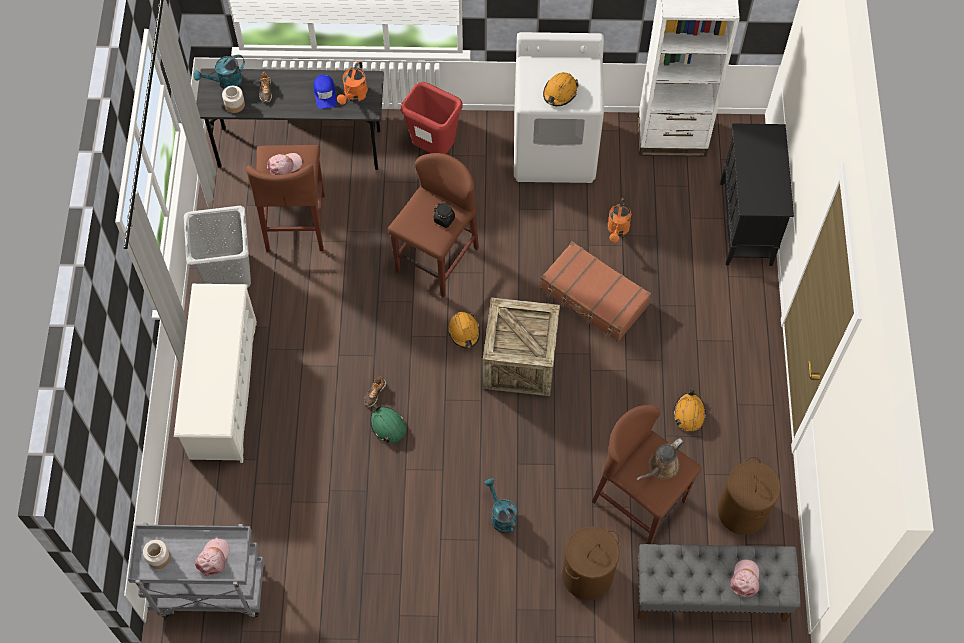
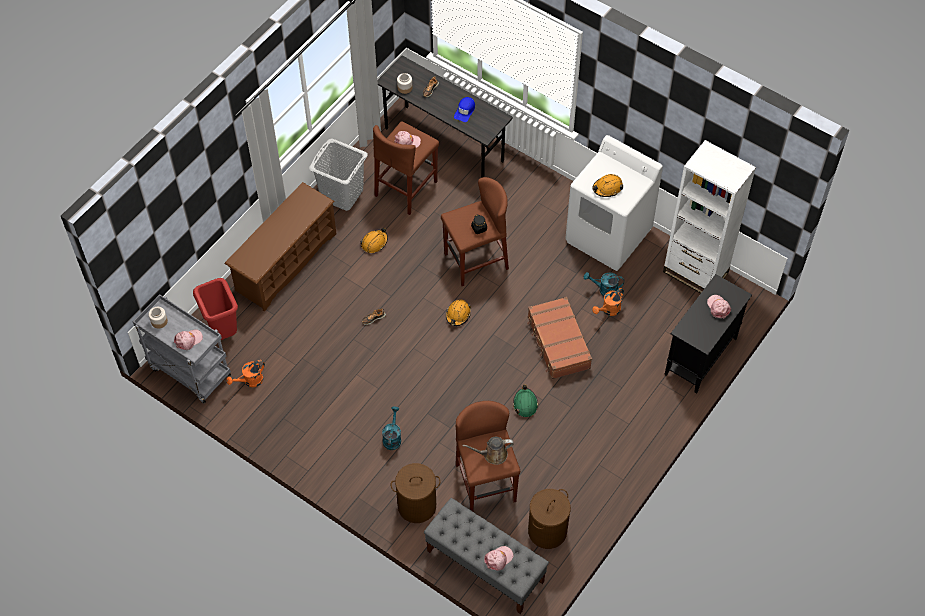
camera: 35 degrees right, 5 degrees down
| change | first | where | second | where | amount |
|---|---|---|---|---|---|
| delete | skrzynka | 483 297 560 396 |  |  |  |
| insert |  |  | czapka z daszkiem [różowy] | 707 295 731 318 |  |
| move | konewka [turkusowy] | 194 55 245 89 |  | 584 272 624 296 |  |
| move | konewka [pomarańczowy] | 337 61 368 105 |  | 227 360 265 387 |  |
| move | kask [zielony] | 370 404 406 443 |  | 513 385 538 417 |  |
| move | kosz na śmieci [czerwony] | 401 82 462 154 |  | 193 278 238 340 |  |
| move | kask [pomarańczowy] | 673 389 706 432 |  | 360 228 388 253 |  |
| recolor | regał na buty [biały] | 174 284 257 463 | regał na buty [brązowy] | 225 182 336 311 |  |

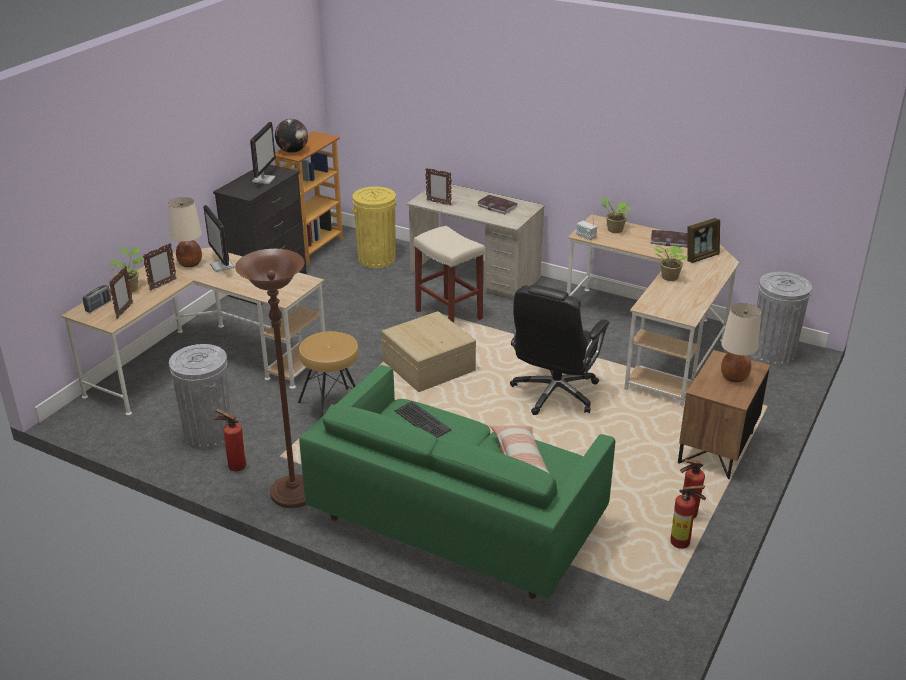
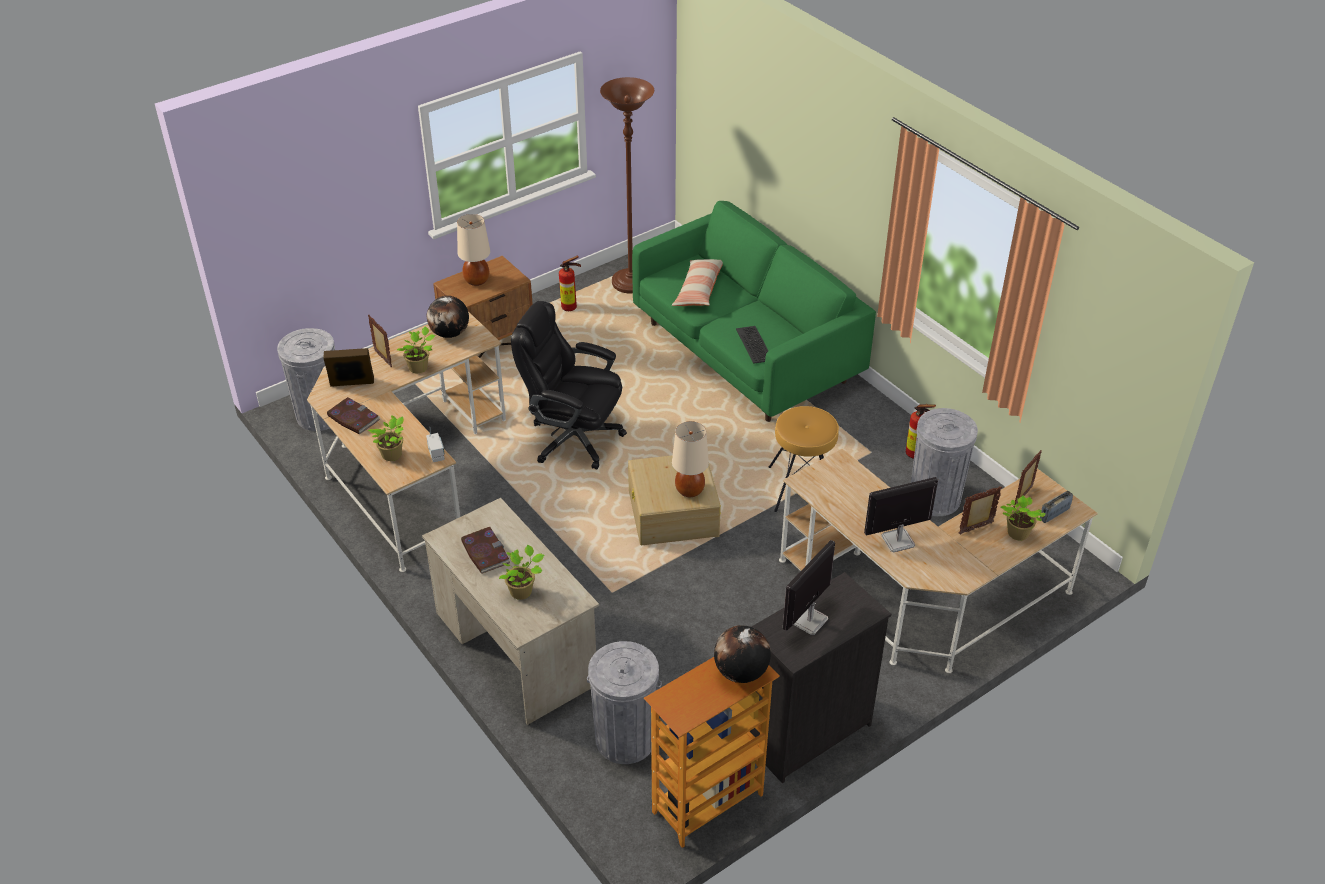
camera: 155 degrees left, 10 degrees up
| change | first | where | second | where | amount |
|---|---|---|---|---|---|
| delete | stołek [beżowy] | 414 226 485 323 |  |  |  |
| delete | gaśnica | 670 485 706 549 |  |  |  |
| insert |  |  | globus | 427 296 469 338 |  |
| insert |  |  | roślina doniczkowa | 499 545 544 600 |  |
| move | lampa stołowa [beżowy] | 168 197 202 267 |  | 672 421 709 497 |  |
| move | lampa stojąca [brązowy] | 235 249 307 508 |  | 600 77 654 294 |  |
| move | ramka na zdjęcie | 425 168 452 206 |  | 368 315 392 367 |  |
| recolor | kosz na śmieci [żółty] | 352 186 397 268 | kosz na śmieci [szary] | 587 641 662 764 |  |
| rotate | monitor | 204 205 235 272 |  | 864 477 938 552 | 105 degrees counterclockwise |
| rotate | krzesło biurowe [czarny] | 510 284 609 415 |  | 511 301 627 470 | 120 degrees counterclockwise |

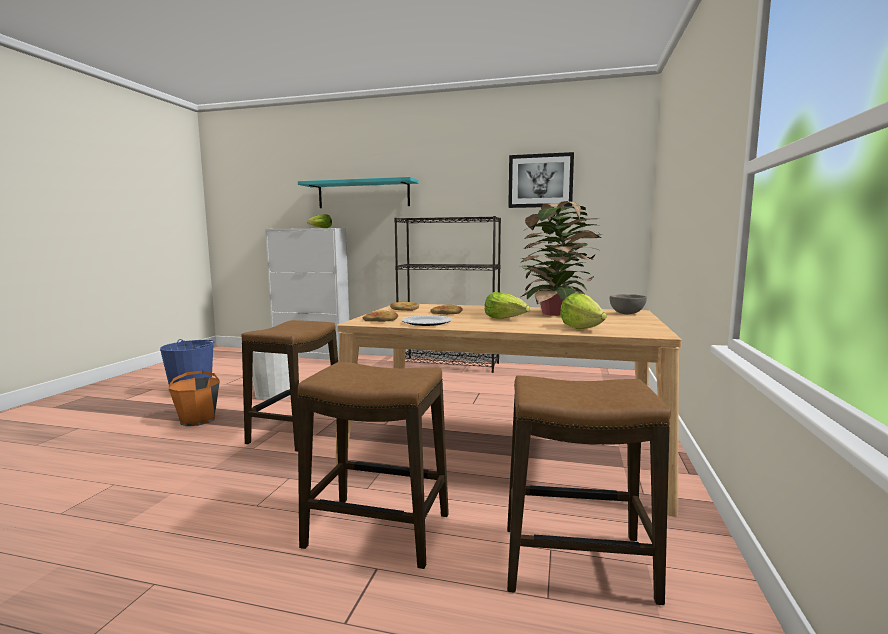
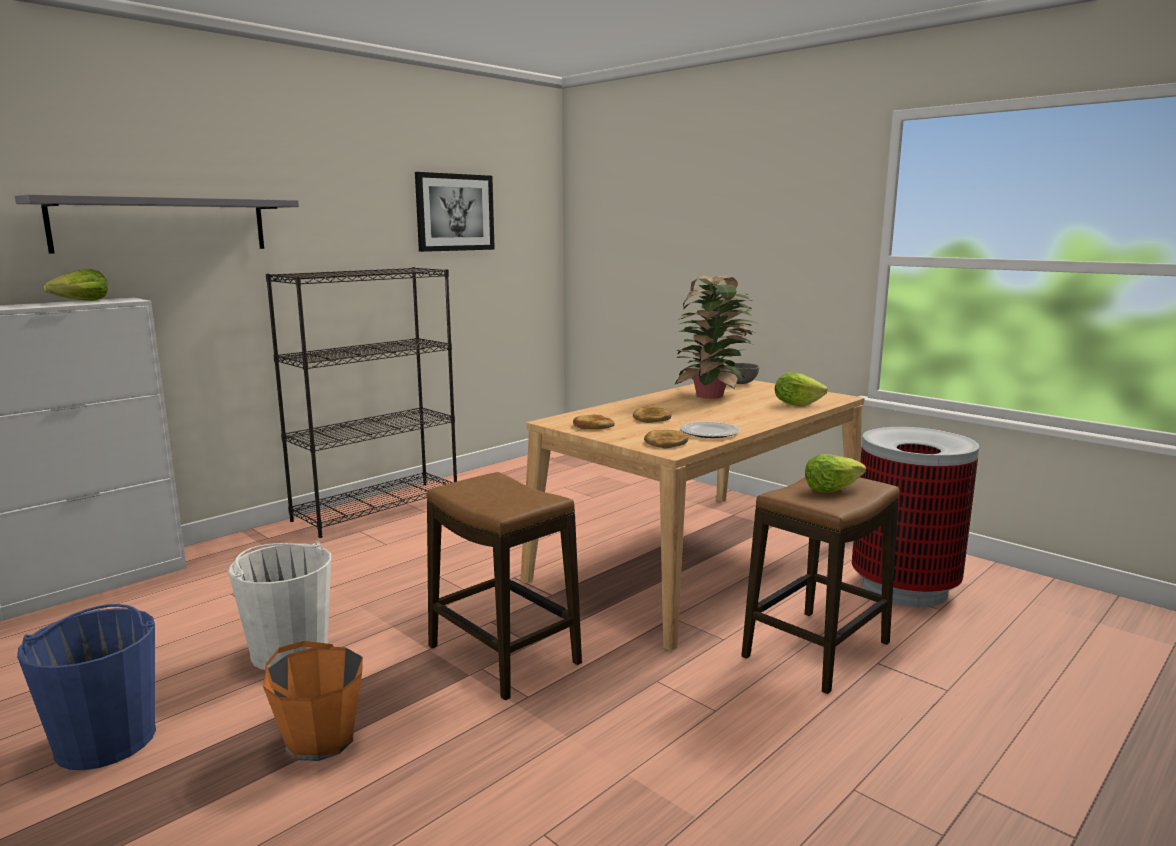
camera: 60 degrees left, 5 degrees up
| change | first | where | second | where | amount |
|---|---|---|---|---|---|
| move | sałata | 485 292 530 319 |  | 805 454 866 493 |  |
| replace | stołek | 507 376 671 605 | kosz na śmieci | 852 427 979 607 |  |
| recolor | półka [turkusowy] | 298 177 419 208 | półka [szary] | 15 194 299 254 |  |

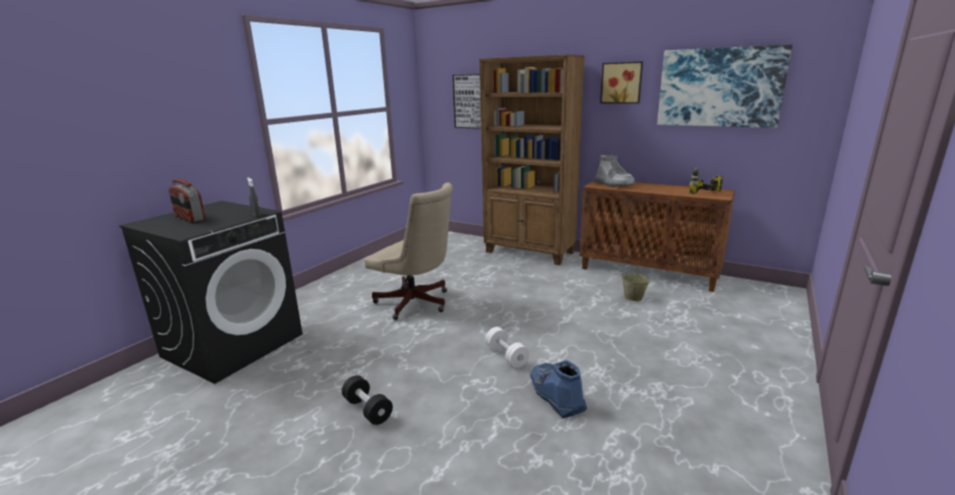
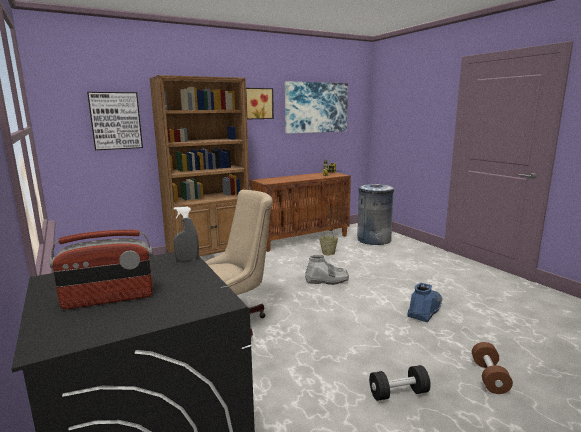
camera: 60 degrees left, 5 degrees down
| change | first | where | second | where | amount |
|---|---|---|---|---|---|
| delete | hantel [biały] | 485 327 529 368 |  |  |  |
| insert |  |  | kosz na śmieci [szary] | 357 184 394 245 |  |
| insert |  |  | hantel [brązowy] | 472 342 513 394 |  |
| move | but z cholewką [szary] | 594 155 636 187 |  | 305 255 349 285 |  |
| rotate | but z cholewką [niebieski] | 530 360 587 418 |  | 407 283 442 322 | 120 degrees clockwise |

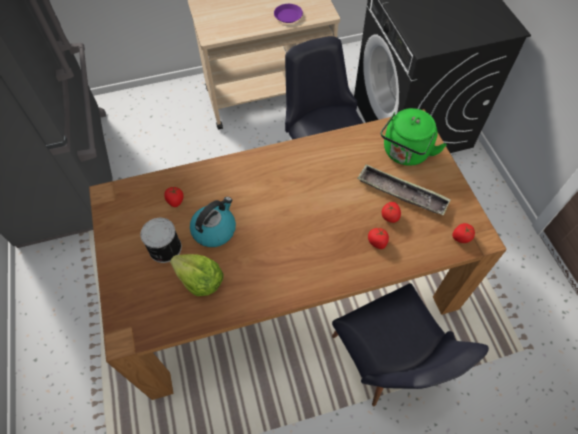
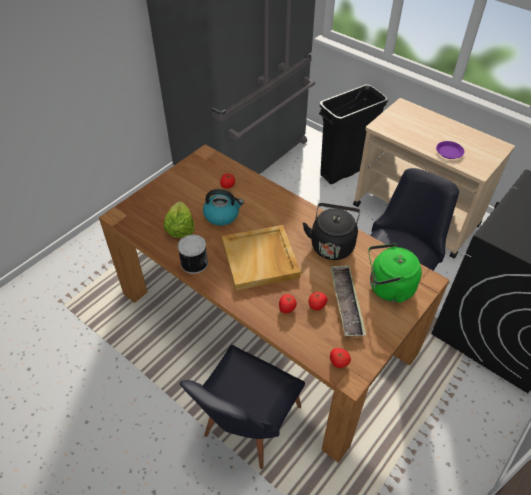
camera: 55 degrees right, 10 degrees down
| change | first | where | second | where | amount |
|---|---|---|---|---|---|
| insert |  |  | taca [beżowy] | 222 225 301 291 |  |
| insert |  |  | czajnik [czarny] | 303 203 360 260 |  |
| insert |  |  | kosz na śmieci [czarny] | 319 84 388 184 |  |
| move | puszka | 140 218 182 263 |  | 178 235 208 274 |  |

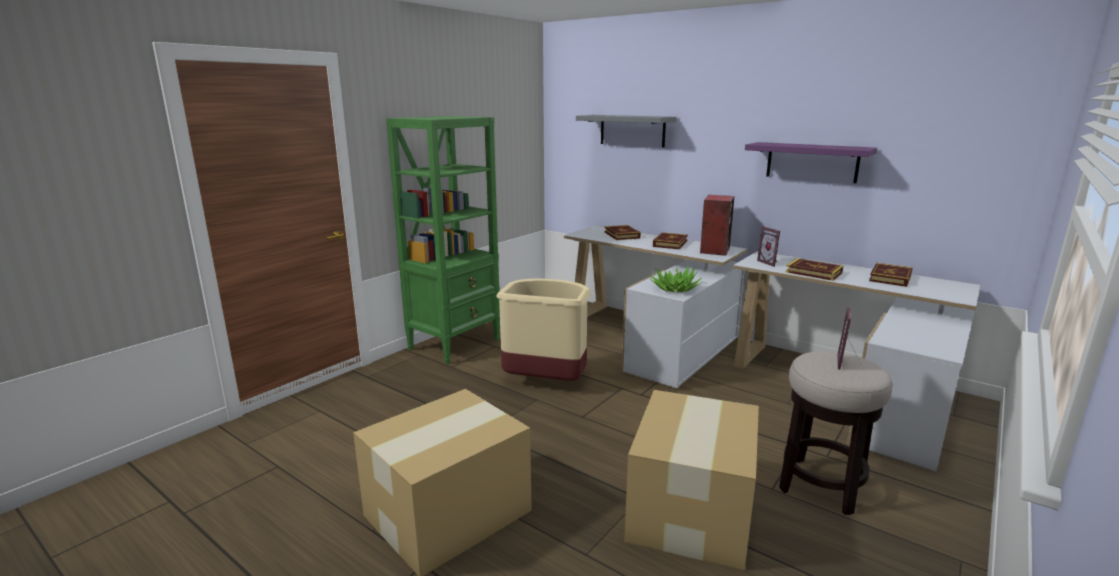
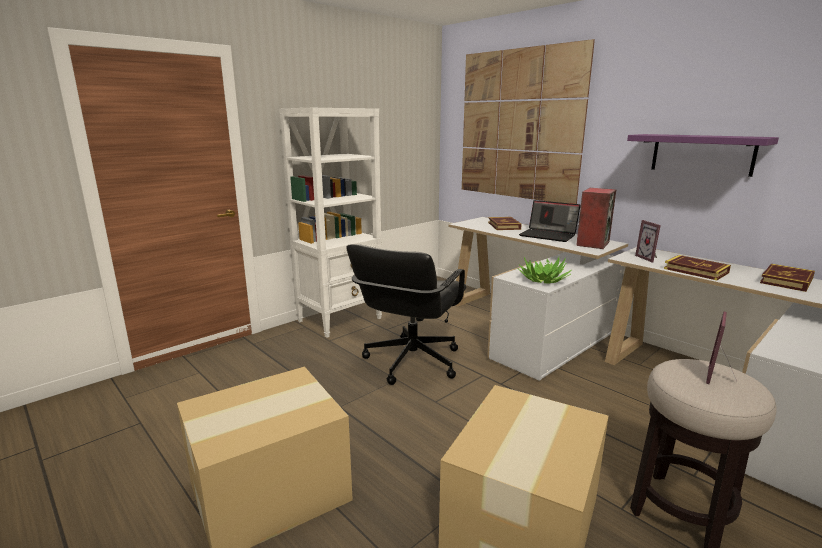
camera: 10 degrees right, 0 degrees up
| change | first | where | second | where | amount |
|---|---|---|---|---|---|
| replace | kosz na śmieci [beżowy] | 496 279 591 381 | krzesło biurowe [czarny] | 346 244 466 385 |  |
| replace | półka [szary] | 576 115 676 147 | obraz | 462 39 595 204 |  |
| replace | książka | 653 232 688 249 | laptop | 519 200 580 242 |  |
| recolor | regał [zielony] | 386 116 500 364 | regał [biały] | 279 108 382 338 |  |

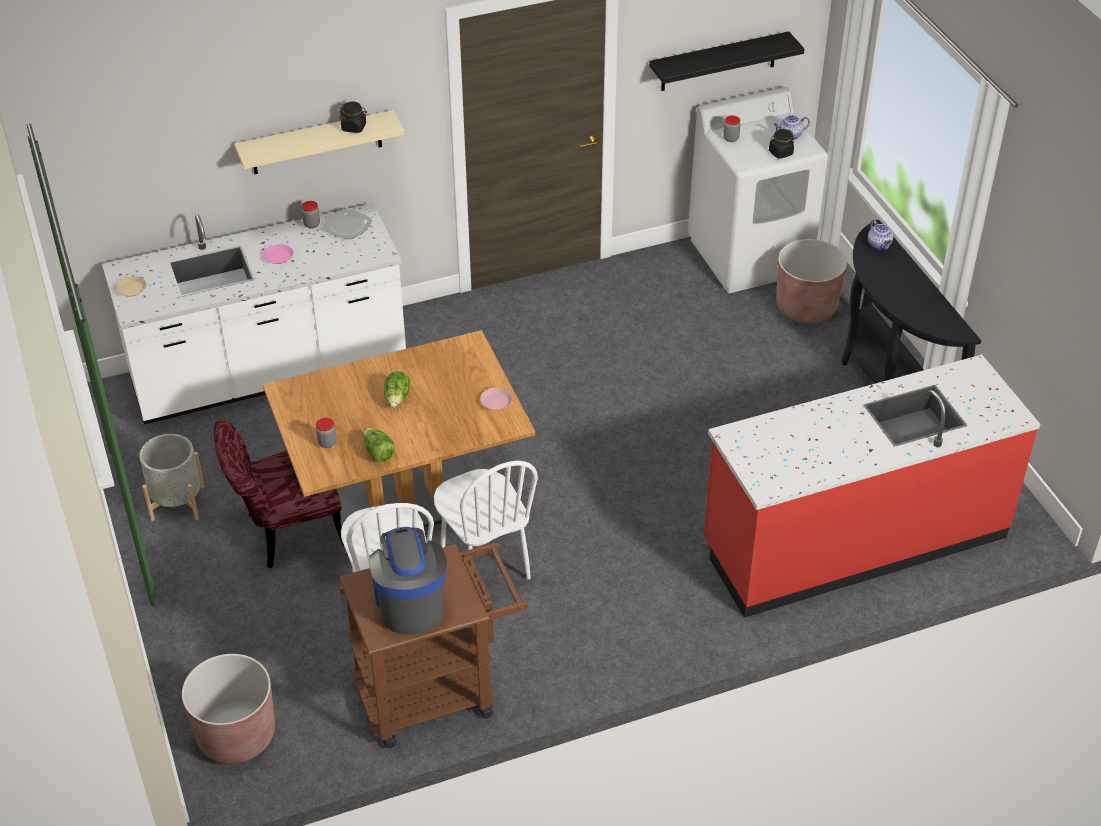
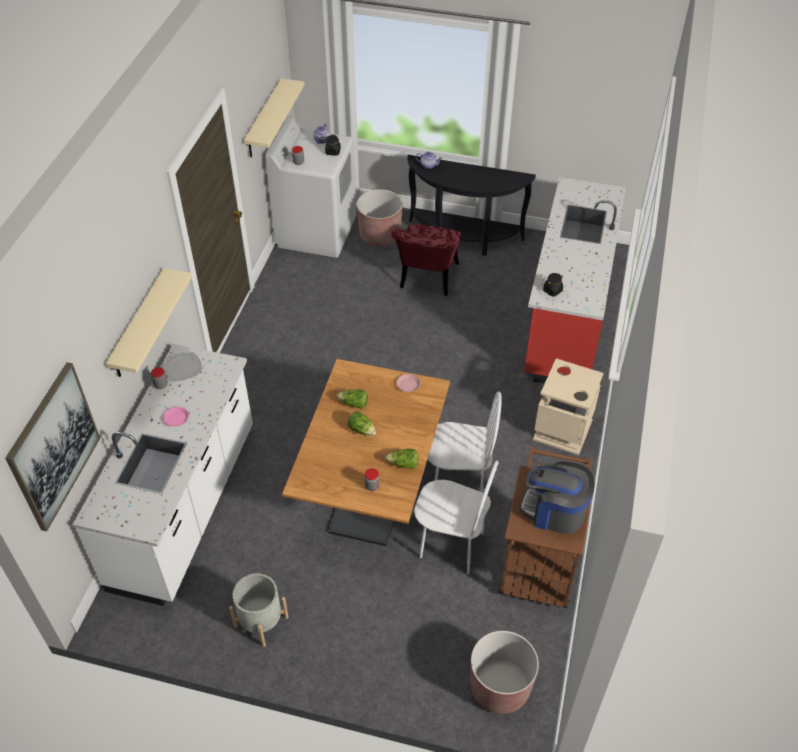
camera: 55 degrees left, 5 degrees up
| change | first | where | second | where | amount |
|---|---|---|---|---|---|
| delete | talerz [beżowy] | 115 276 147 297 |  |  |  |
| insert |  |  | obraz | 5 362 100 531 |  |
| insert |  |  | sałata | 337 389 368 409 |  |
| insert |  |  | kosz na śmieci [beżowy] | 533 358 604 455 |  |
| move | krzesło [czerwony] | 214 419 344 568 |  | 391 224 461 296 |  |
| move | słoik [czarny] | 339 102 367 133 |  | 543 273 563 297 |  |
| recolor | półka [czarny] | 649 31 804 91 | półka [beżowy] | 244 78 304 157 |  |

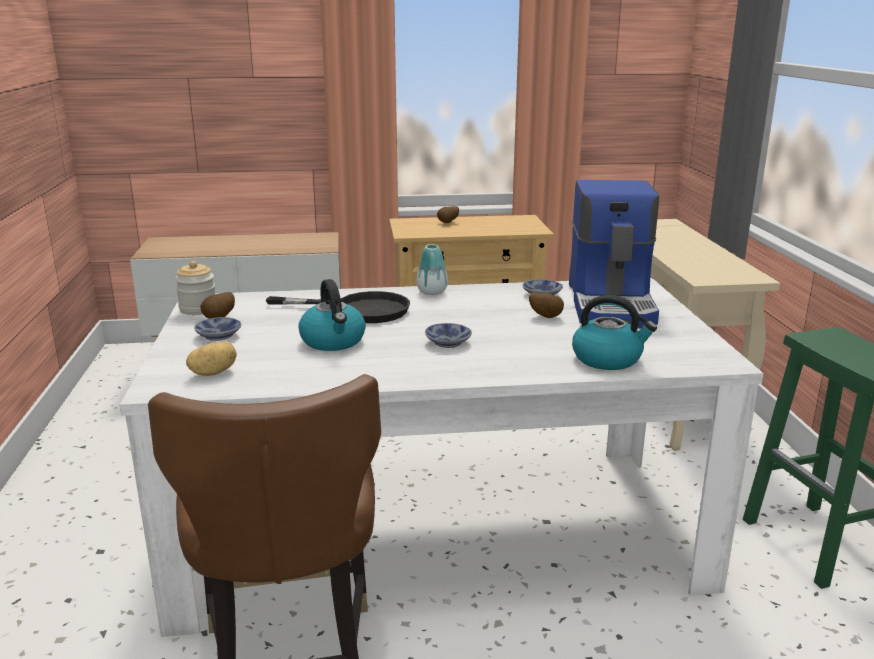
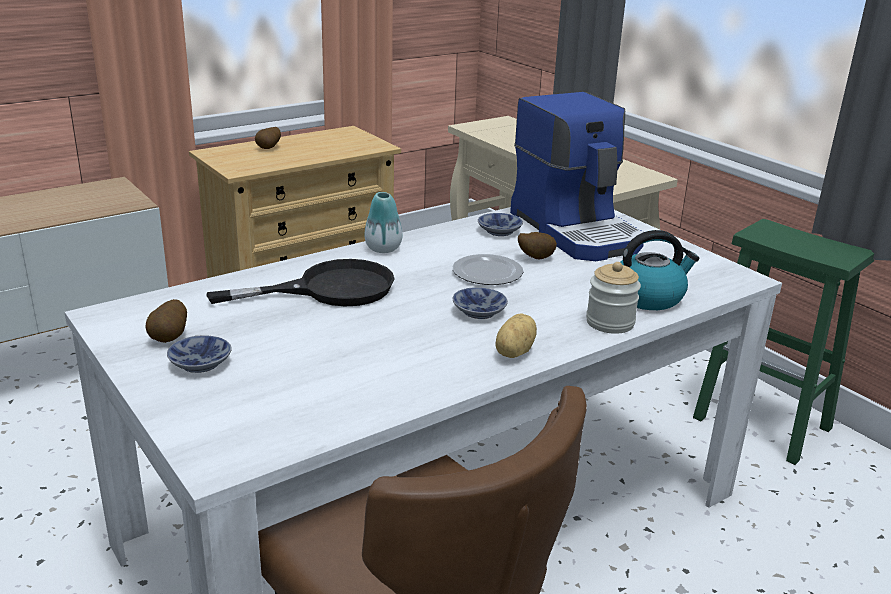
camera: 30 degrees left, 5 degrees up
| change | first | where | second | where | amount |
|---|---|---|---|---|---|
| delete | czajnik | 298 279 366 351 |  |  |  |
| insert |  |  | talerz | 453 254 524 285 |  |
| move | słoik | 175 261 216 315 |  | 586 262 641 334 |  |
| move | ziemniak | 186 341 237 376 |  | 496 314 537 358 |  |

